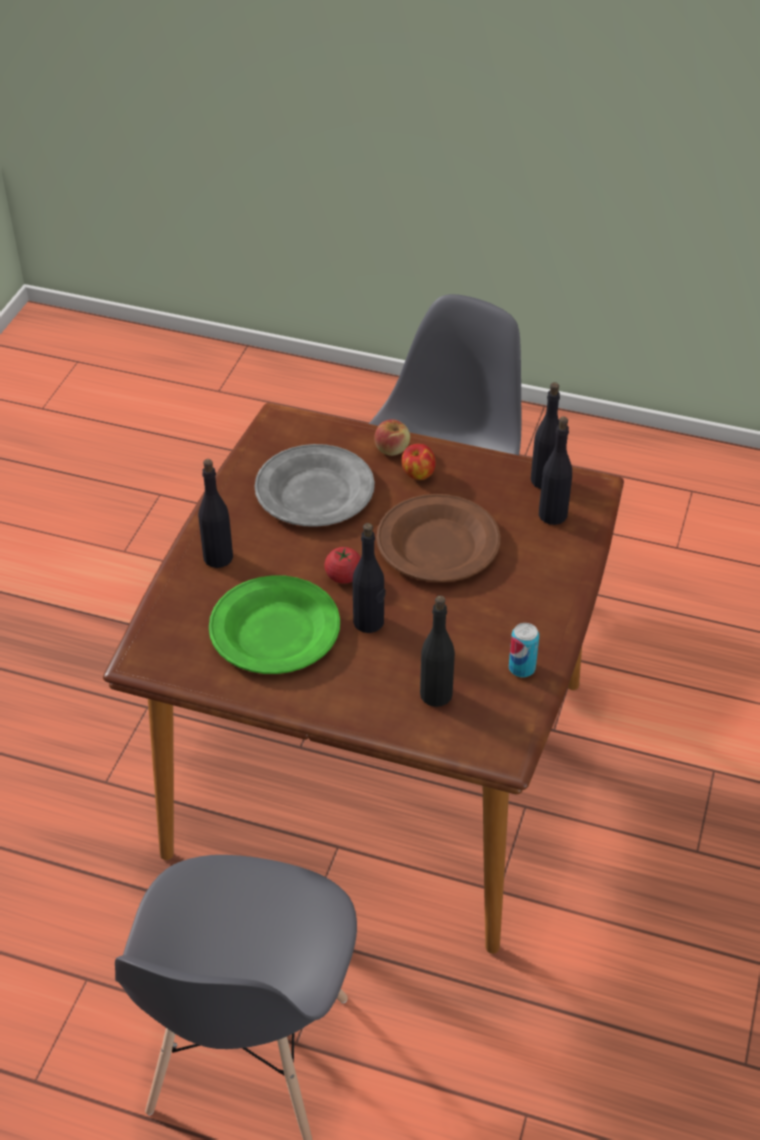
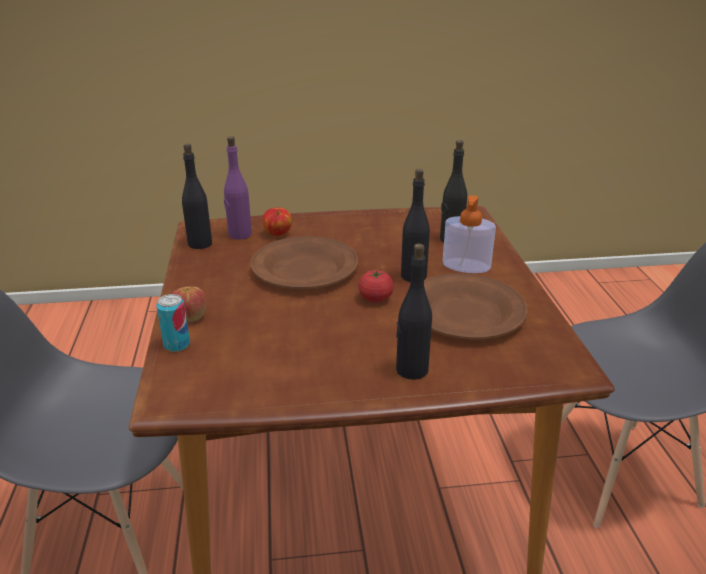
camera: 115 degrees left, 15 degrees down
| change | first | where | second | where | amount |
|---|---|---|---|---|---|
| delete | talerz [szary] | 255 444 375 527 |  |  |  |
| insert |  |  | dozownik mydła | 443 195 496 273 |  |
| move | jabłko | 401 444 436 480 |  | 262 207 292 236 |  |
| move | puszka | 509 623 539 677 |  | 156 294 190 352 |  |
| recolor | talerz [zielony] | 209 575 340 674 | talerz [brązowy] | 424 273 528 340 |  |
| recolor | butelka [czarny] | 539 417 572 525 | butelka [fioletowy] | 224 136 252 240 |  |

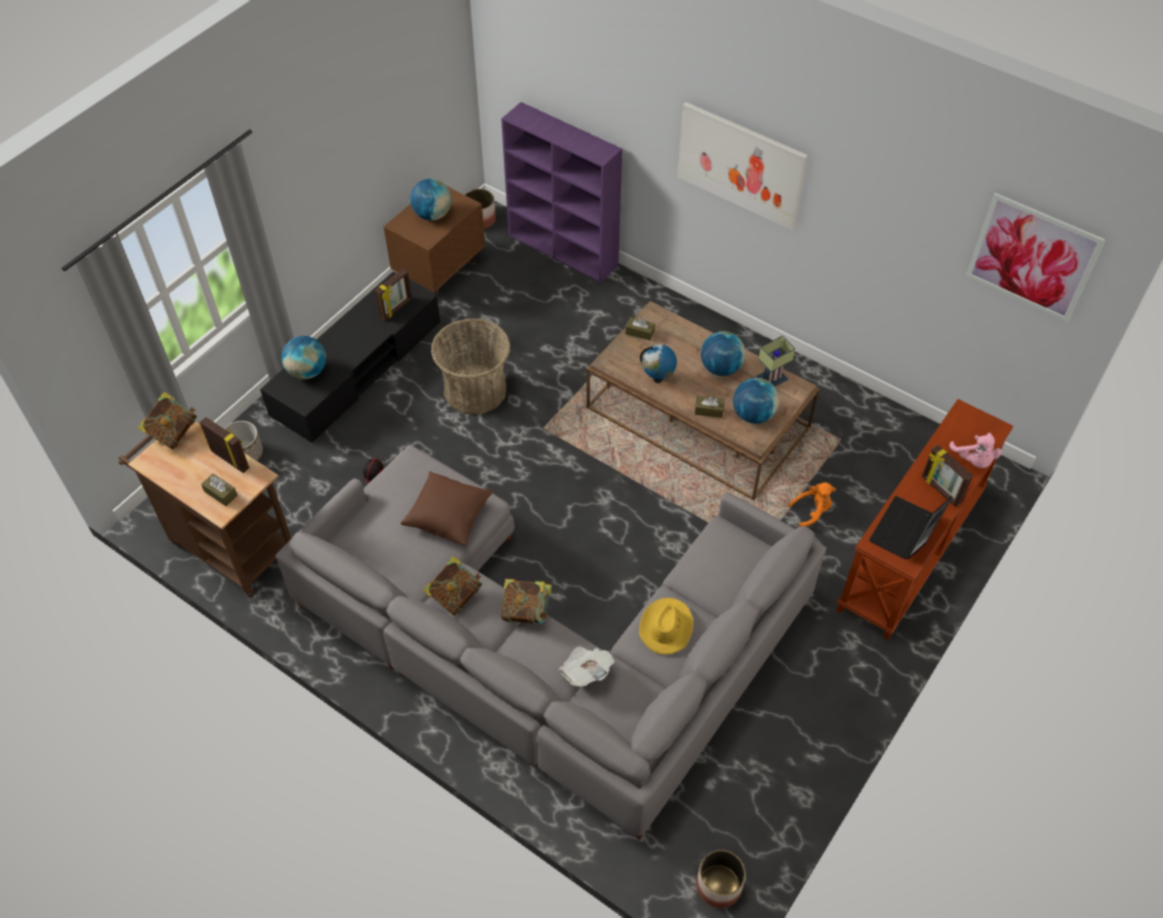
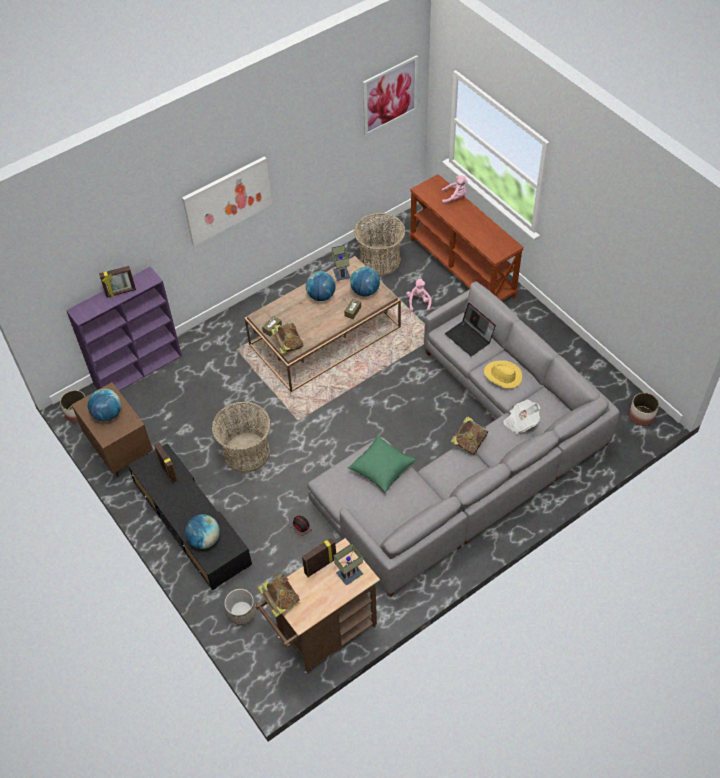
camera: 70 degrees left, 0 degrees up
| change | first | where | second | where | amount |
|---|---|---|---|---|---|
| delete | globus | 640 344 677 383 |  |  |  |
| insert |  |  | koszyk | 354 213 405 276 |  |
| move | książka | 422 556 482 616 |  | 271 323 304 354 |  |
| move | laptop | 869 496 952 559 |  | 445 303 496 356 |  |
| move | ramka na zdjęcie | 922 445 973 507 |  | 99 266 136 297 |  |
| replace | pudełko chusteczek [brązowy] | 201 474 238 506 | lampa stołowa | 334 543 363 585 |  |
| recolor | poduszka [brązowy] | 401 471 493 546 | poduszka [zielony] | 347 435 416 493 |  |
| recolor | pluszak [pomarańczowy] | 788 482 836 527 | pluszak [różowy] | 406 278 431 312 |  |

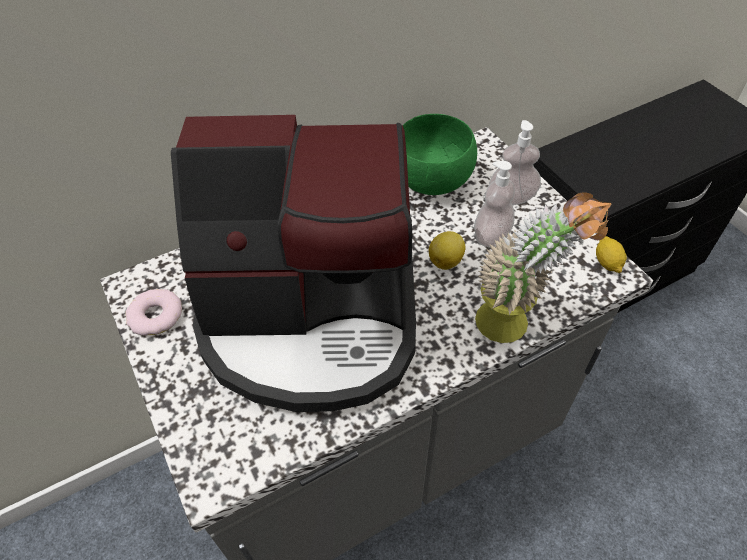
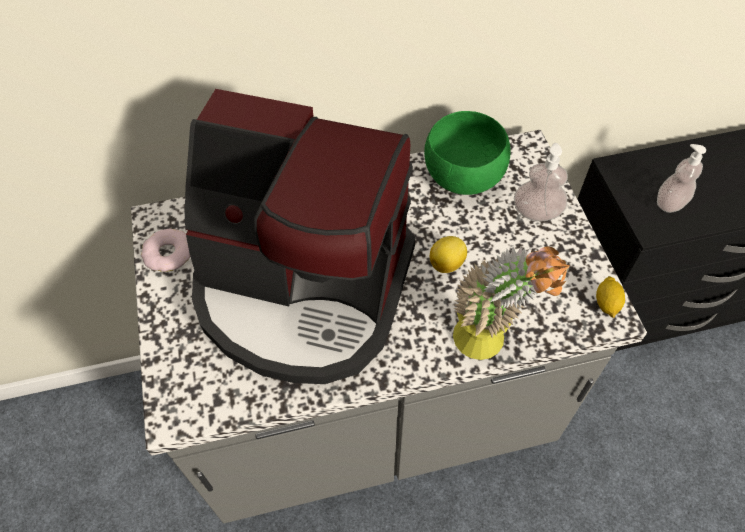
camera: 15 degrees right, 5 degrees up
| change | first | where | second | where | amount |
|---|---|---|---|---|---|
| move | dozownik mydła | 474 161 515 248 |  | 657 144 706 213 |  |

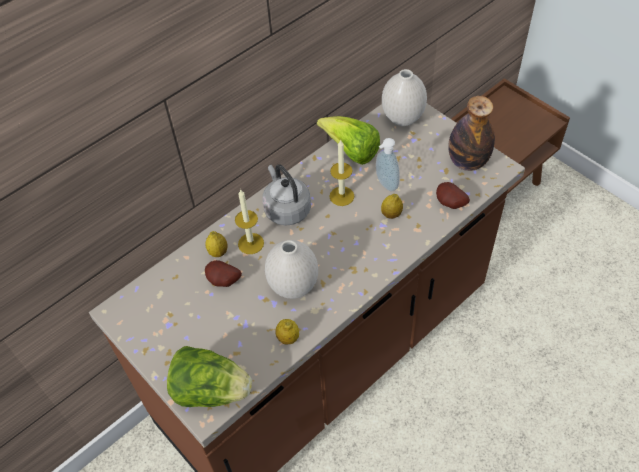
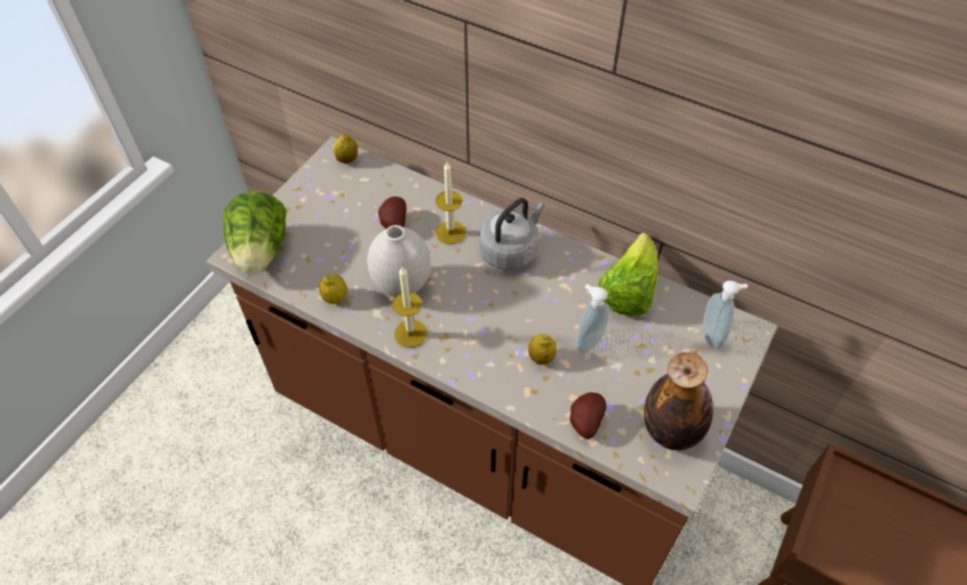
camera: 70 degrees right, 0 degrees up
| change | first | where | second | where | amount |
|---|---|---|---|---|---|
| move | cytryna | 205 231 228 257 |  | 334 133 358 164 |  |
| move | świeca | 329 139 354 206 |  | 392 267 427 348 |  |
| replace | wazon [biały] | 382 69 427 126 | dozownik mydła | 703 281 748 348 |  |

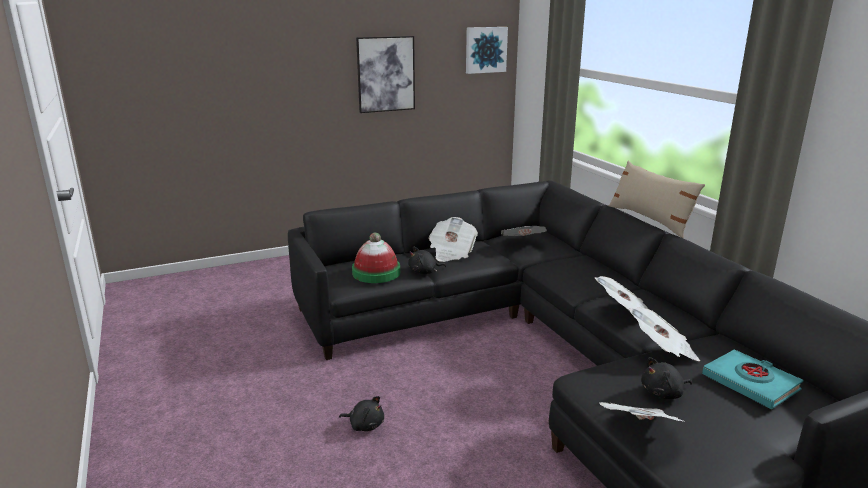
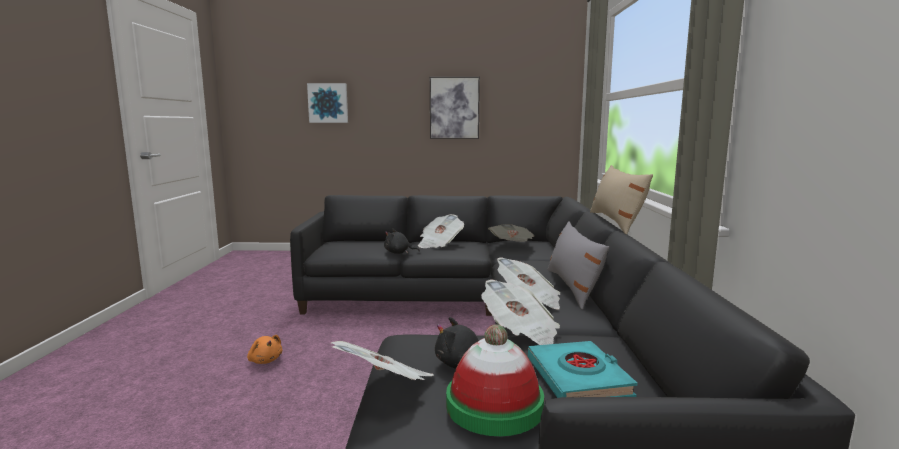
camera: 25 degrees right, 10 degrees down
| change | first | where | second | where | amount |
|---|---|---|---|---|---|
| insert |  |  | poduszka [szary] | 547 221 609 309 |  |
| move | kapelusz | 352 233 400 283 |  | 446 324 544 436 |  |
| move | obraz | 466 27 508 74 |  | 307 83 348 123 |  |
| recolor | pluszak [czarny] | 339 396 384 431 | pluszak [pomarańczowy] | 247 335 282 364 |  |

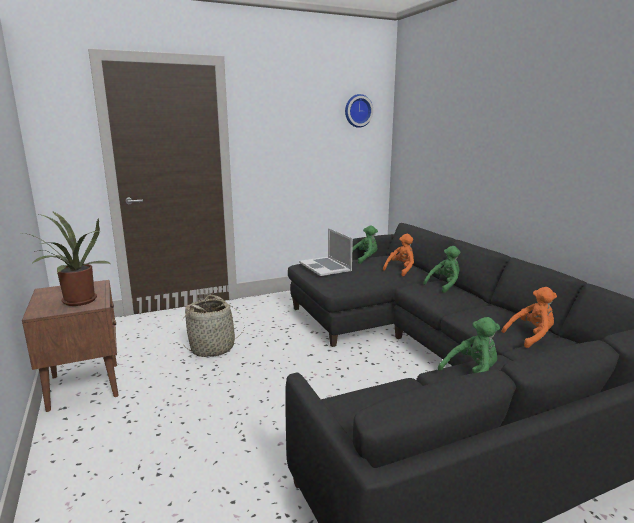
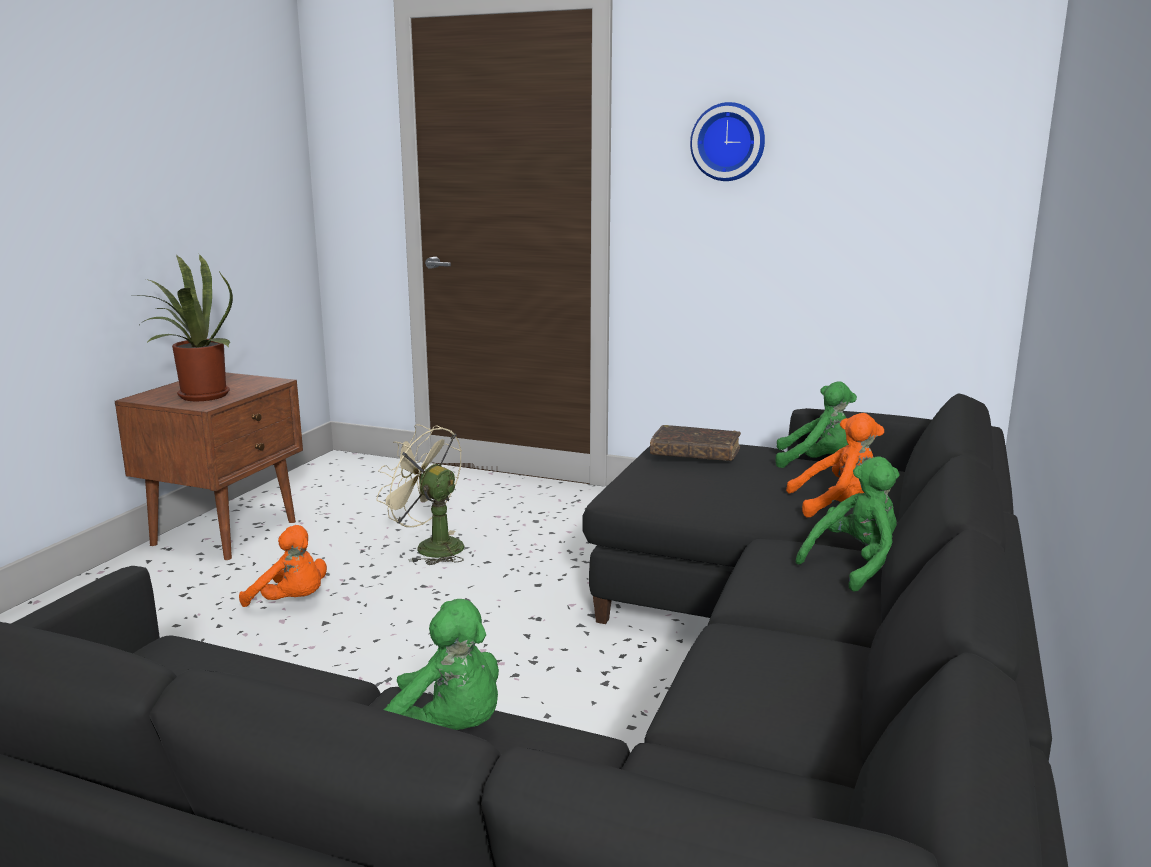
camera: 45 degrees right, 0 degrees up
| change | first | where | second | where | amount |
|---|---|---|---|---|---|
| move | zegar ścienny | 345 94 373 128 |  | 690 102 765 181 |  |
| move | pluszak [pomarańczowy] | 501 287 557 348 |  | 239 525 327 607 |  |
| replace | koszyk | 183 295 245 357 | wentylator [beżowy] | 377 424 464 565 |  |
| replace | laptop | 299 228 353 276 | książka [brązowy] | 650 425 741 461 |  |
| rotate | pluszak [zielony] | 423 246 461 293 |  | 795 456 900 592 | 45 degrees counterclockwise |

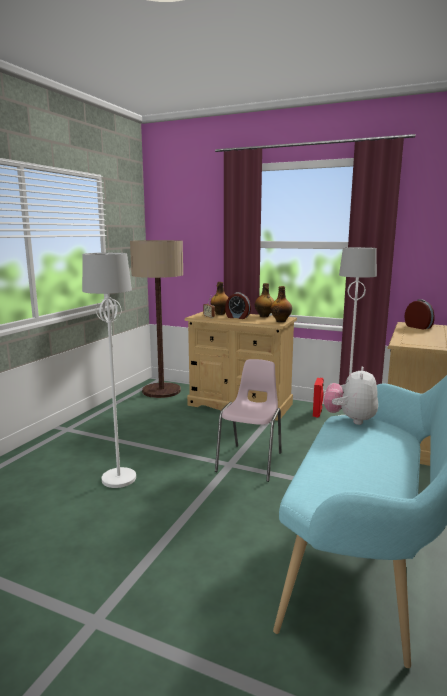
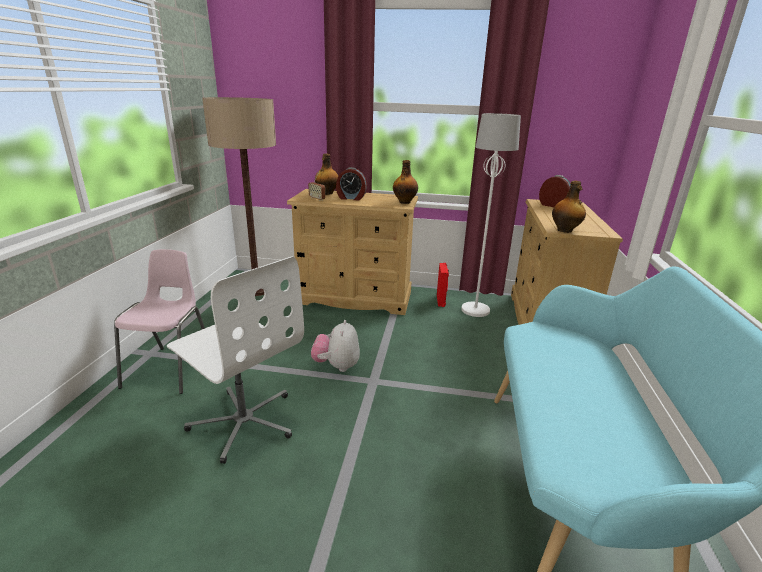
camera: 15 degrees left, 10 degrees up
| change | first | where | second | where | amount |
|---|---|---|---|---|---|
| move | krzesło [różowy] | 215 359 282 482 |  | 114 249 205 394 |  |
| move | butelka | 255 283 274 317 |  | 552 181 586 233 |  |
| move | pluszak | 324 367 378 425 |  | 311 320 360 372 |  |
| replace | lampa stojąca [biały] | 82 253 136 488 | krzesło biurowe [biały] | 167 256 304 464 |  |

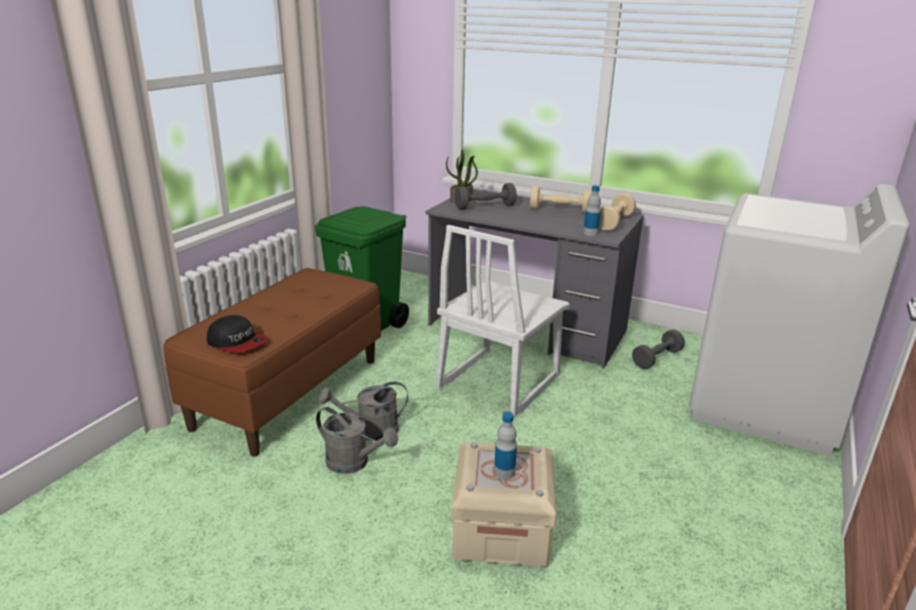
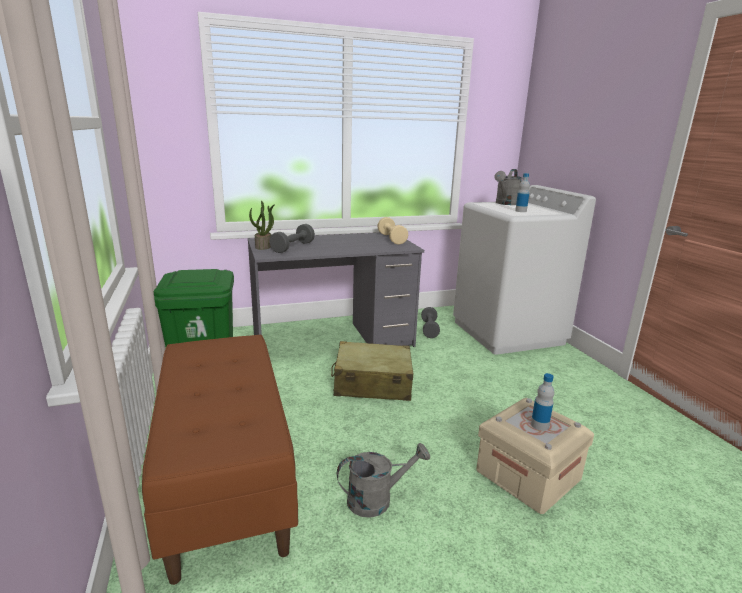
camera: 45 degrees left, 5 degrees down
| change | first | where | second | where | amount |
|---|---|---|---|---|---|
| delete | czapka z daszkiem | 207 315 268 353 |  |  |  |
| delete | hantel [beżowy] | 530 186 592 213 |  |  |  |
| move | konewka [szary] | 318 381 408 441 |  | 495 169 522 205 |  |
| move | butelka | 583 185 601 236 |  | 515 173 530 212 |  |
| replace | krzesło [biały] | 436 225 570 416 | walizka [beżowy] | 331 341 413 401 |  |

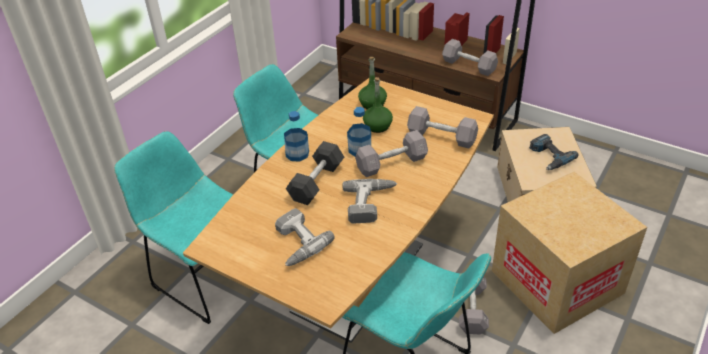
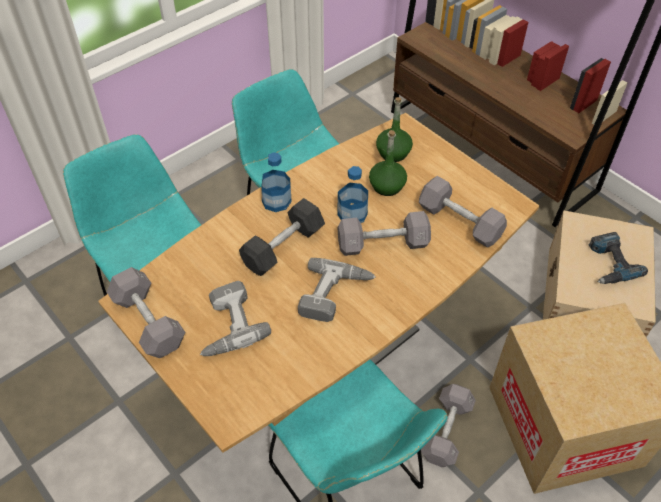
camera: 15 degrees right, 10 degrees up
| change | first | where | second | where | amount |
|---|---|---|---|---|---|
| move | hantel [szary] | 442 39 498 76 |  | 107 267 185 358 |  |

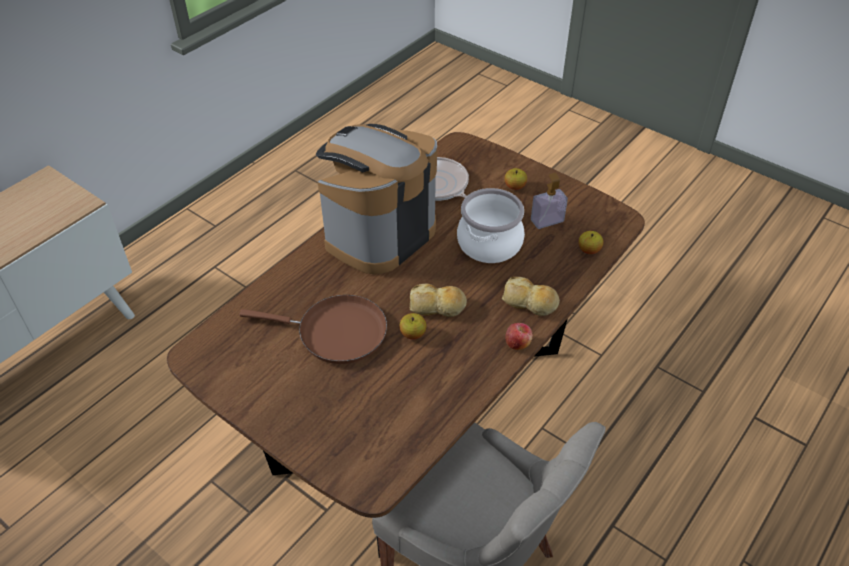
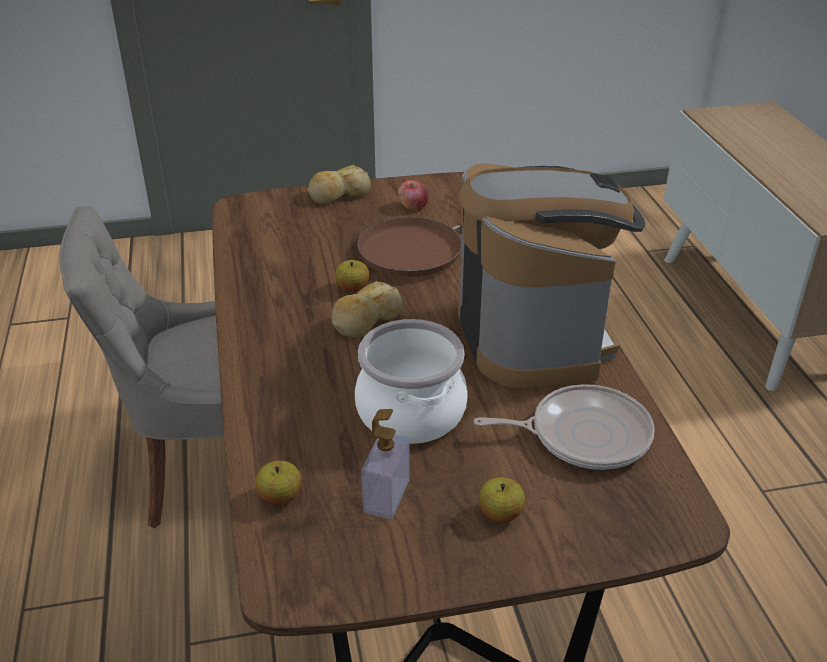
camera: 130 degrees right, 10 degrees down
| change | first | where | second | where | amount |
|---|---|---|---|---|---|
| move | chleb | 502 277 560 316 |  | 307 165 371 205 |  |
| move | jabłko | 505 323 533 350 |  | 398 179 429 211 |  |

